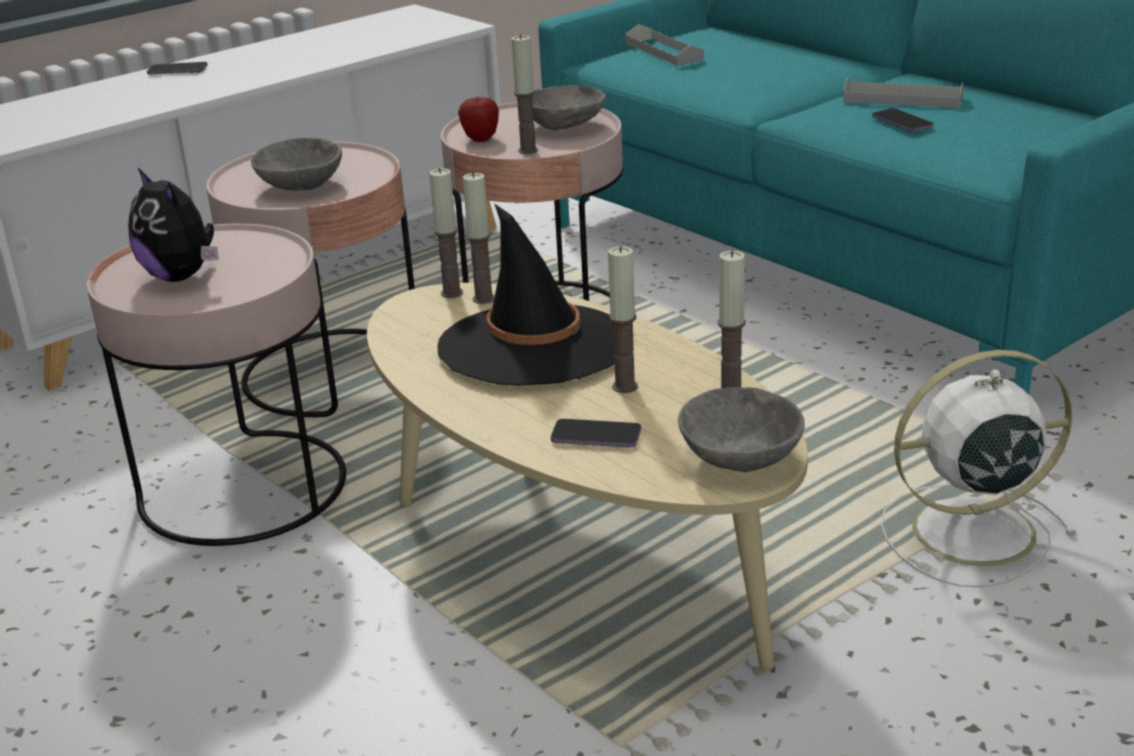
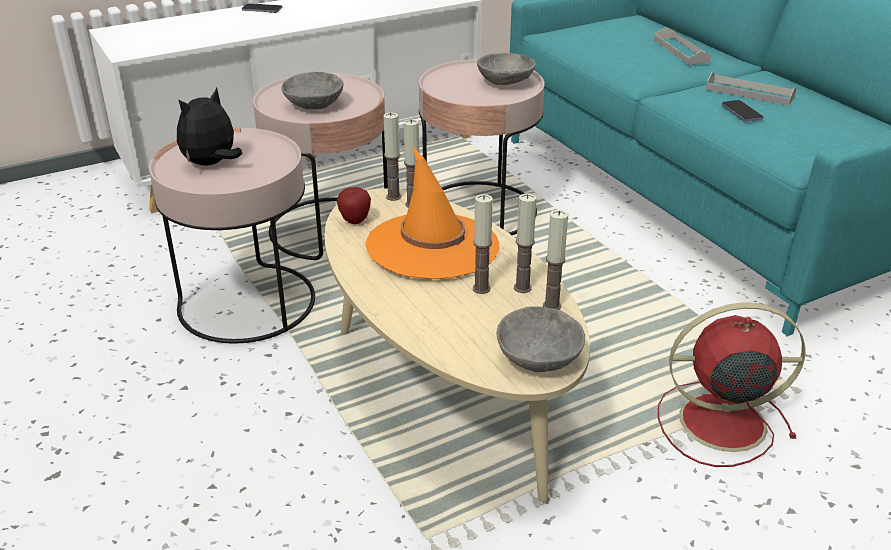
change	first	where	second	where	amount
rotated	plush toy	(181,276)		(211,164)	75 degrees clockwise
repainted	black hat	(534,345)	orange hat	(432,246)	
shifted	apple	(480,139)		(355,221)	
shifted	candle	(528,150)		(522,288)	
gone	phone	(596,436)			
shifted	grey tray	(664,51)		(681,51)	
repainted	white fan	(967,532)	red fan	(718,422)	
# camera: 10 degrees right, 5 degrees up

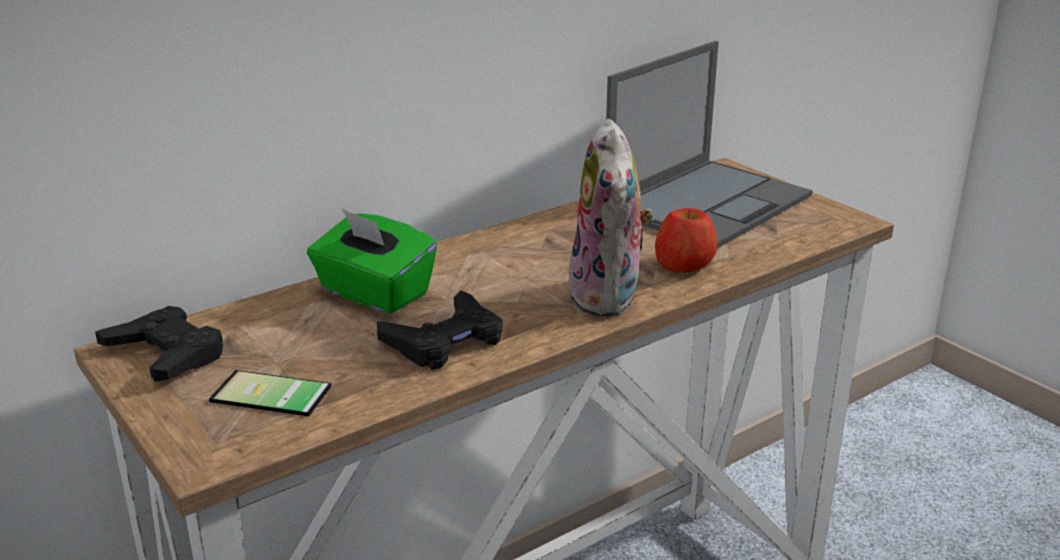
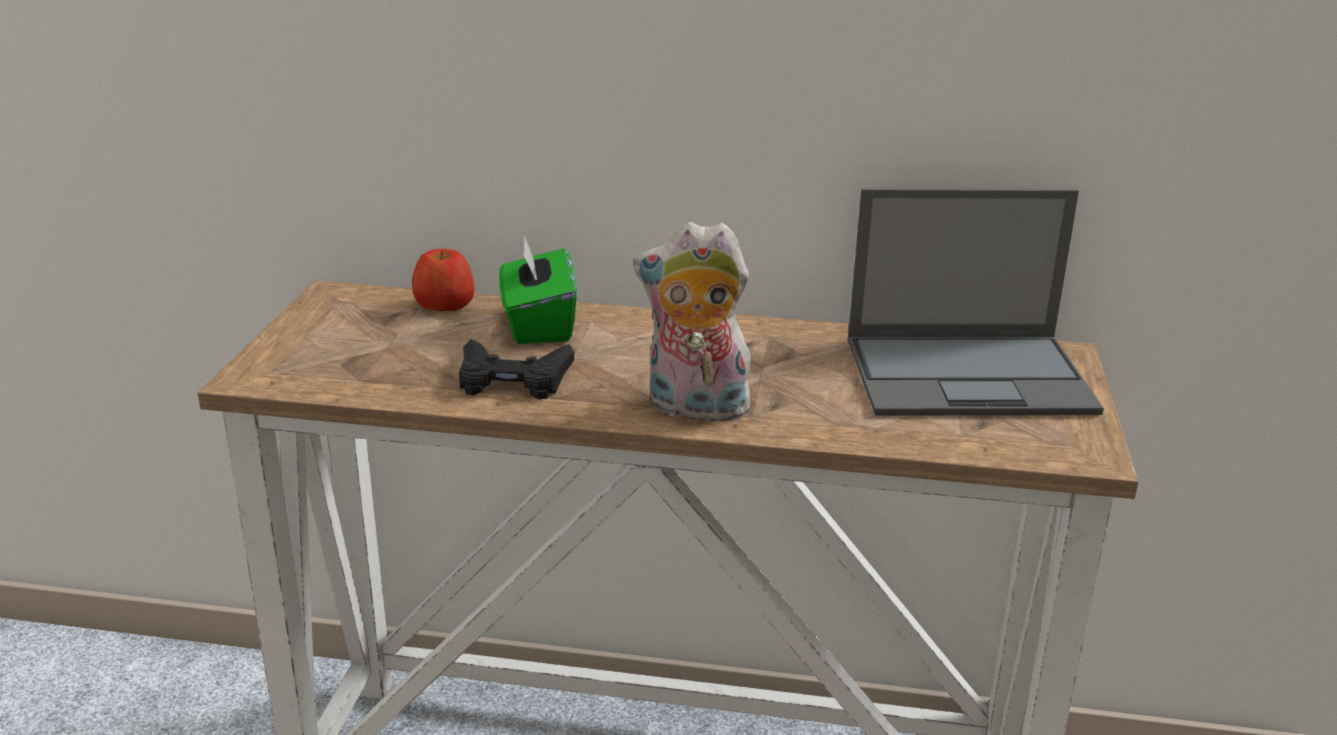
change	first	where	second	where	amount
gone	black game controller	(166,354)			
gone	phone	(268,397)			
rotated	plush toy	(609,298)		(694,409)	60 degrees clockwise
shifted	apple	(684,265)		(444,305)	
# camera: 45 degrees right, 0 degrees up

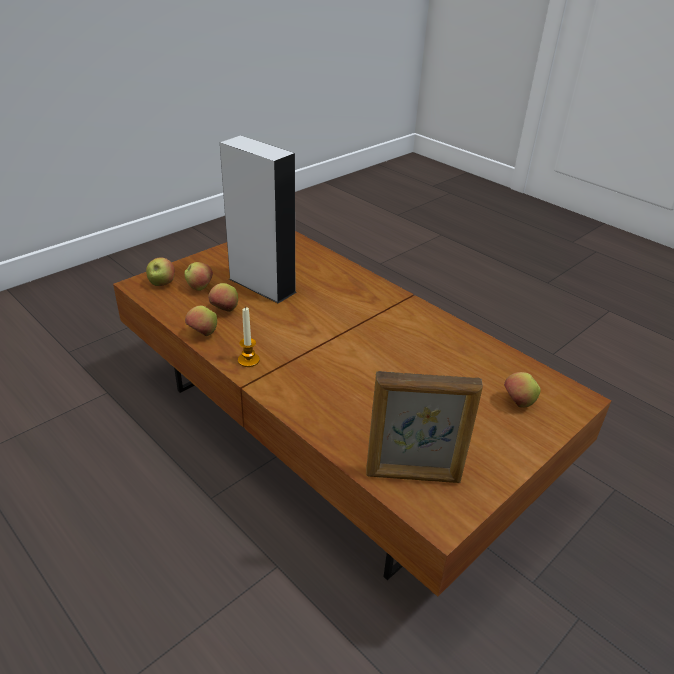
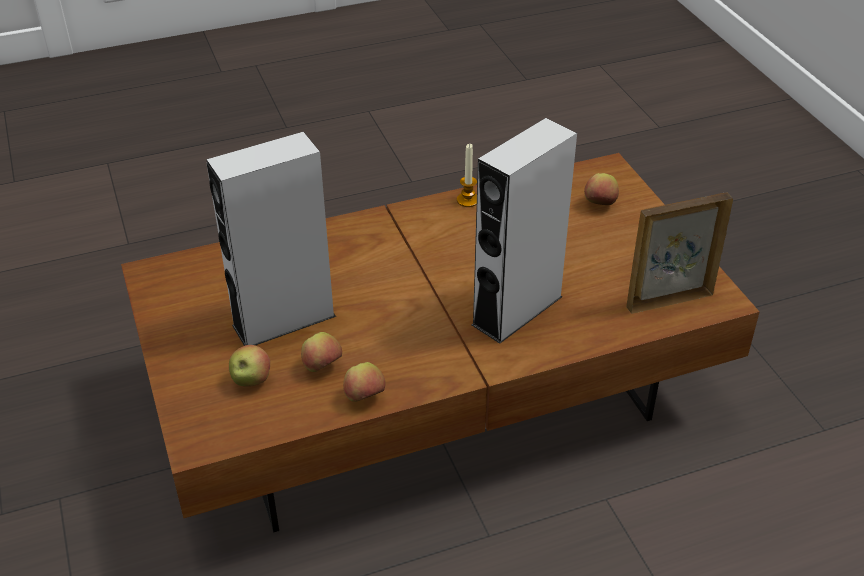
change	first	where	second	where	amount
gone	apple	(161,284)			
shifted	candle	(248,360)		(468,200)	
rotated	picture frame	(413,476)		(668,300)	135 degrees counterclockwise
new			grey speaker	(517,310)	
# camera: 65 degrees left, 5 degrees up

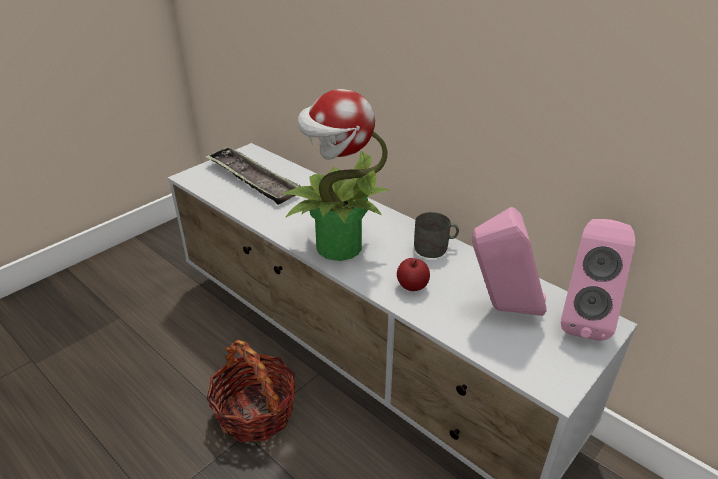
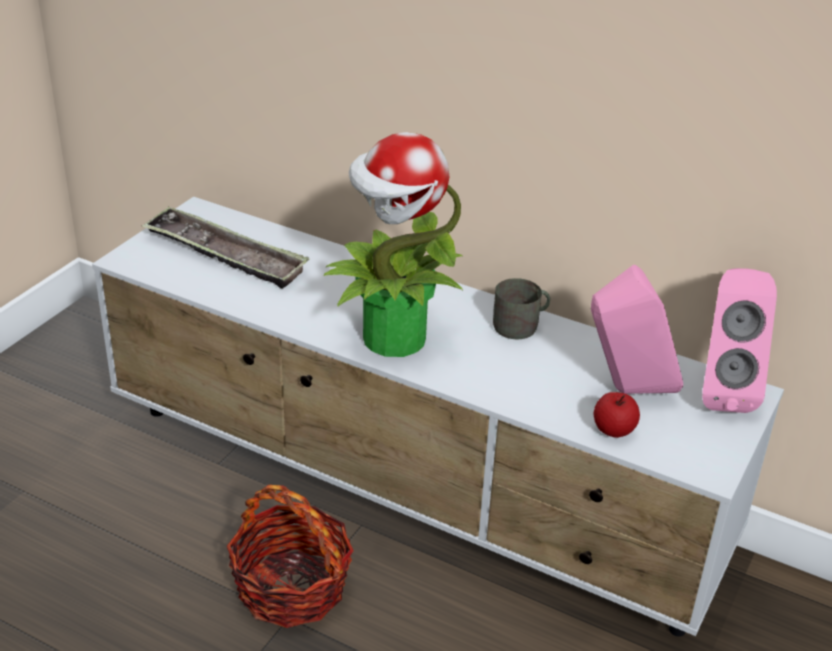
change	first	where	second	where	amount
shifted	apple	(412,286)		(613,430)	
# camera: 15 degrees left, 0 degrees up

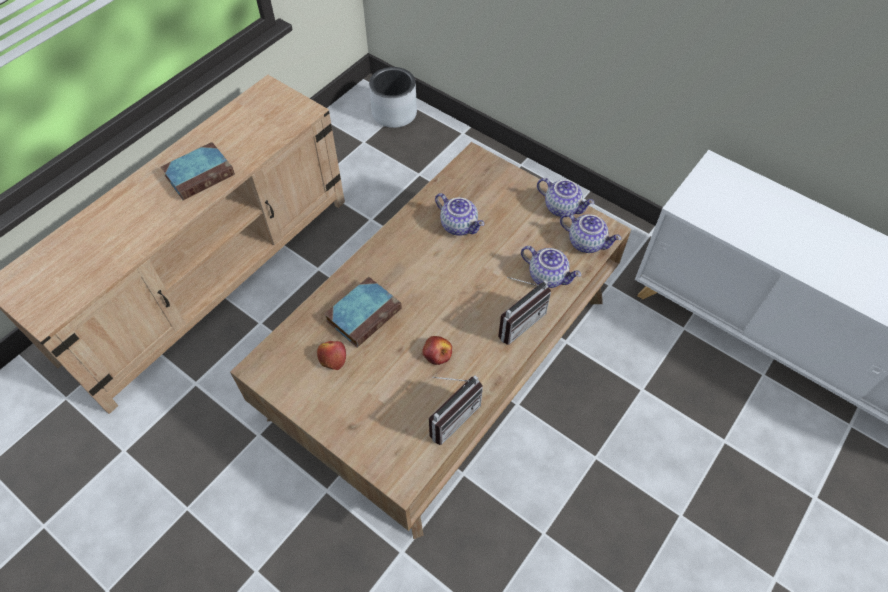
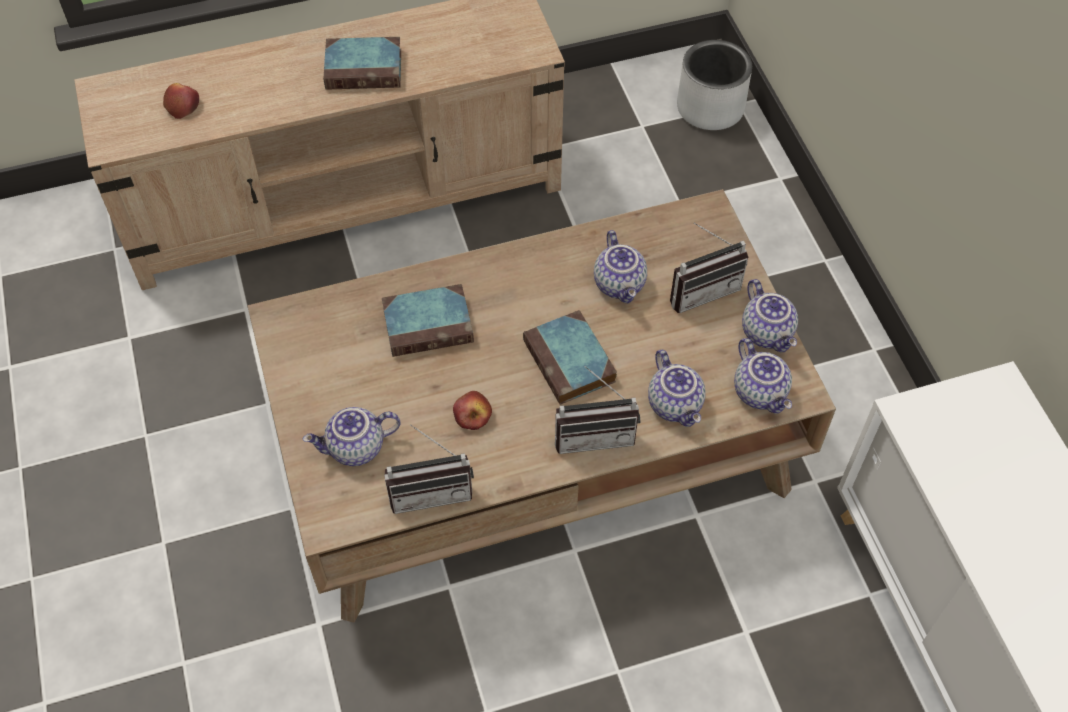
change	first	where	second	where	amount
shifted	apple	(332,357)		(182,105)	
new			teapot	(356,449)	
new			book	(571,363)	
new			radio	(701,289)	
# camera: 35 degrees right, 0 degrees up

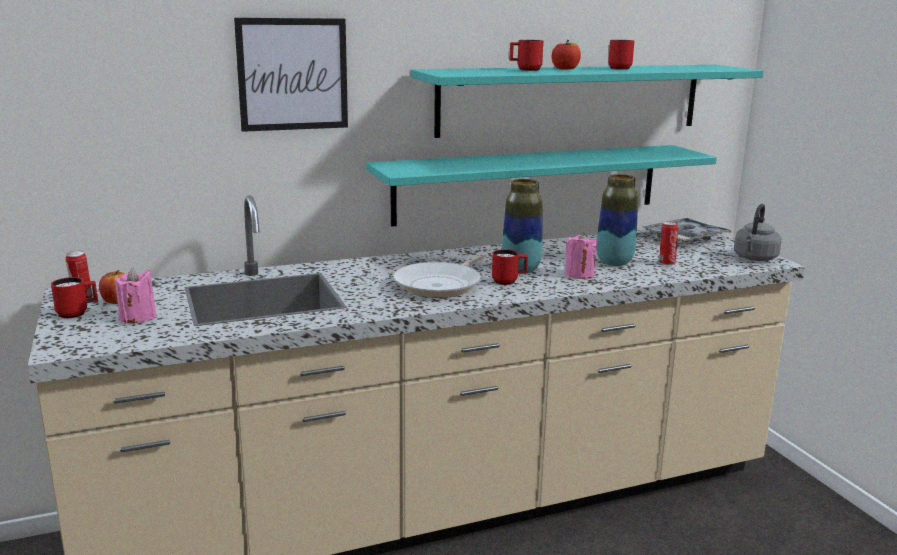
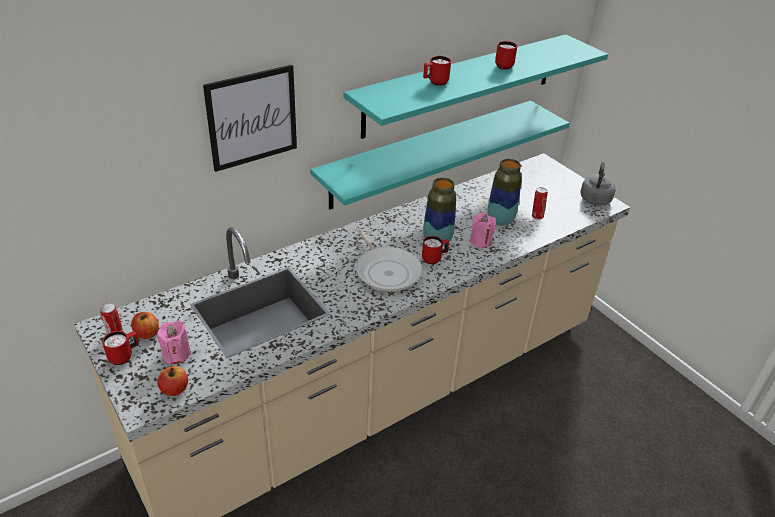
change	first	where	second	where	amount
rotated	frying pan	(441,285)		(386,271)	45 degrees counterclockwise
shifted	apple	(565,69)		(174,389)	
gone	tray	(685,238)			
# camera: 15 degrees left, 20 degrees up

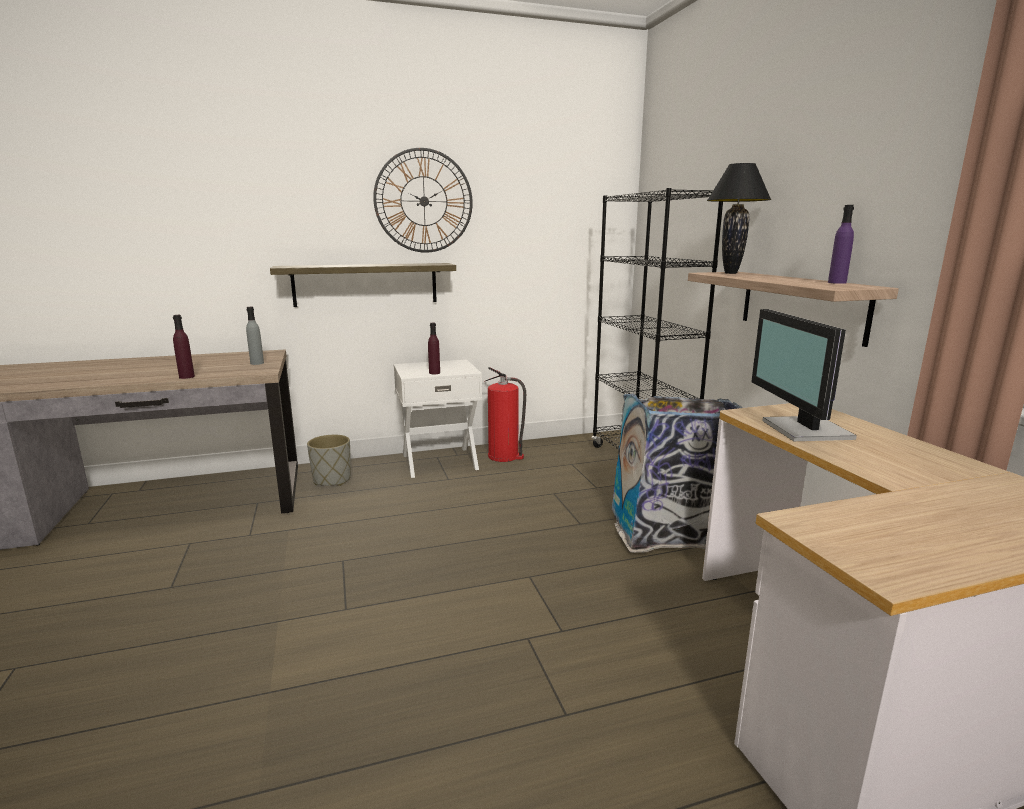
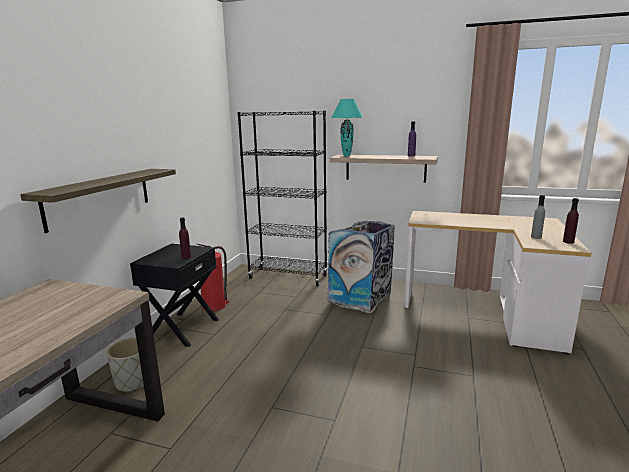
change	first	where	second	where	amount
shifted	purple bottle	(186,377)		(568,242)	
shifted	grey bottle	(257,363)		(536,237)	
gone	wall clock	(424,201)			
repainted	white nightstand	(439,461)	black nightstand	(182,328)	
repainted	black table lamp	(731,273)	turquoise table lamp	(347,156)	
gone	monitor	(803,430)			
# camera: 55 degrees left, 0 degrees up

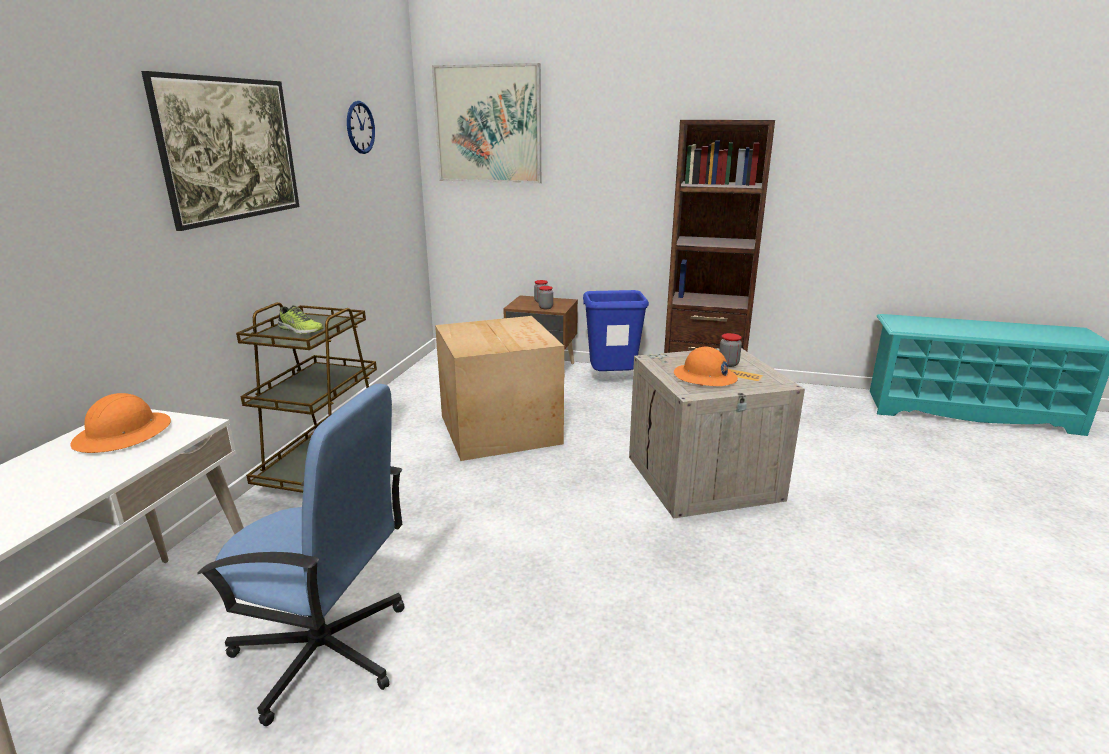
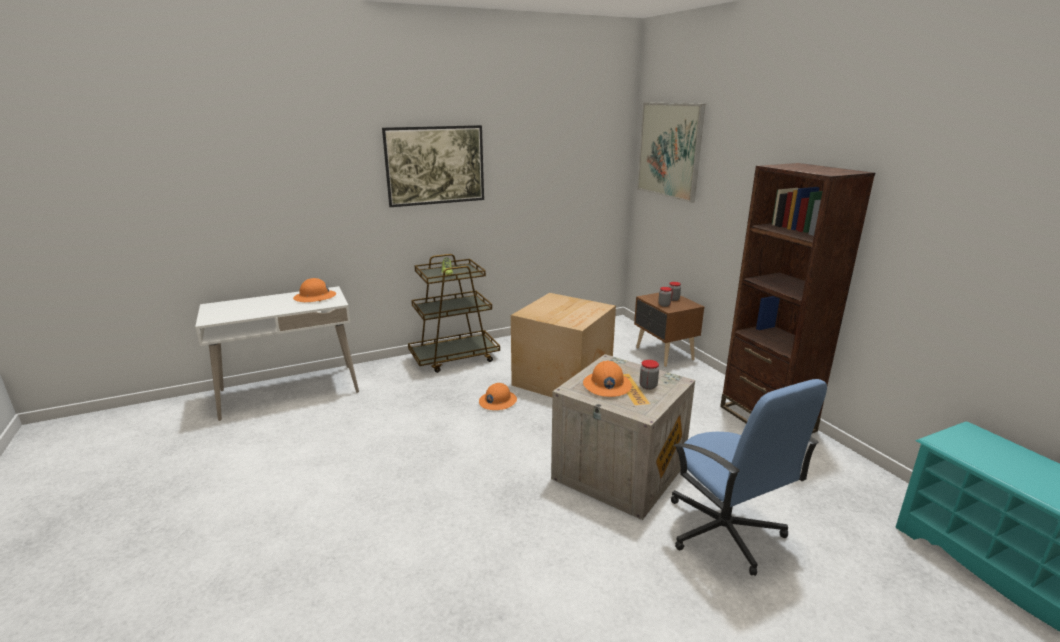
change	first	where	second	where	amount
shifted	blue office chair	(324,652)		(724,531)	
gone	wall clock	(360,127)			
gone	blue trash can	(612,380)			
new			orange hard hat	(497,401)	
# camera: 50 degrees right, 0 degrees up

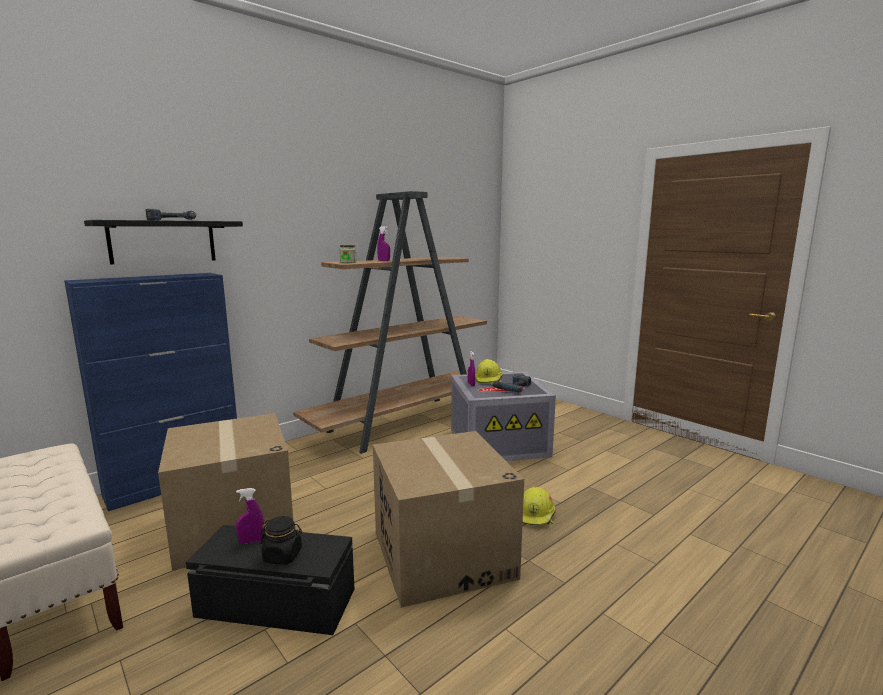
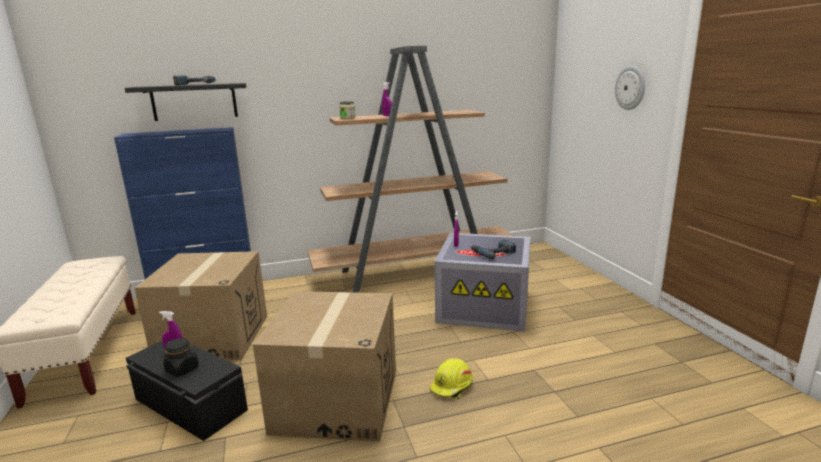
change	first	where	second	where	amount
gone	yellow hard hat	(489,379)			
new			wall clock	(630,88)	
# camera: 25 degrees right, 5 degrees up

